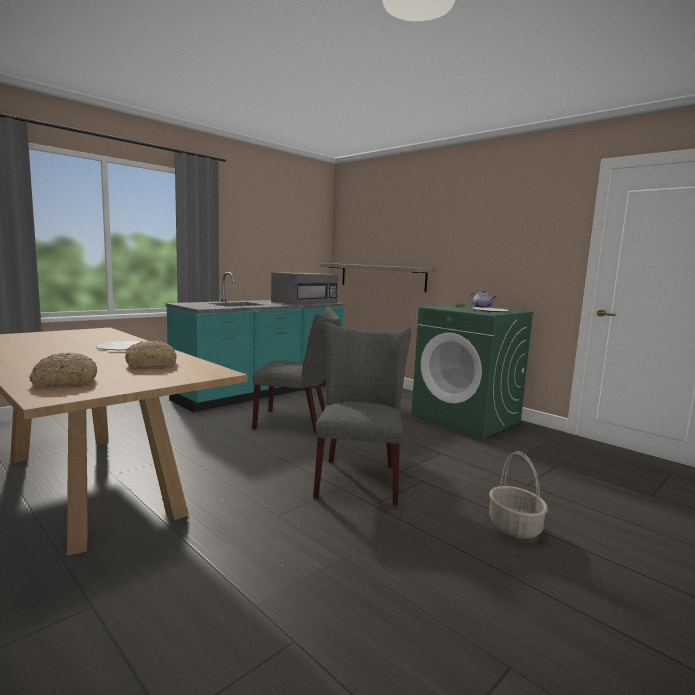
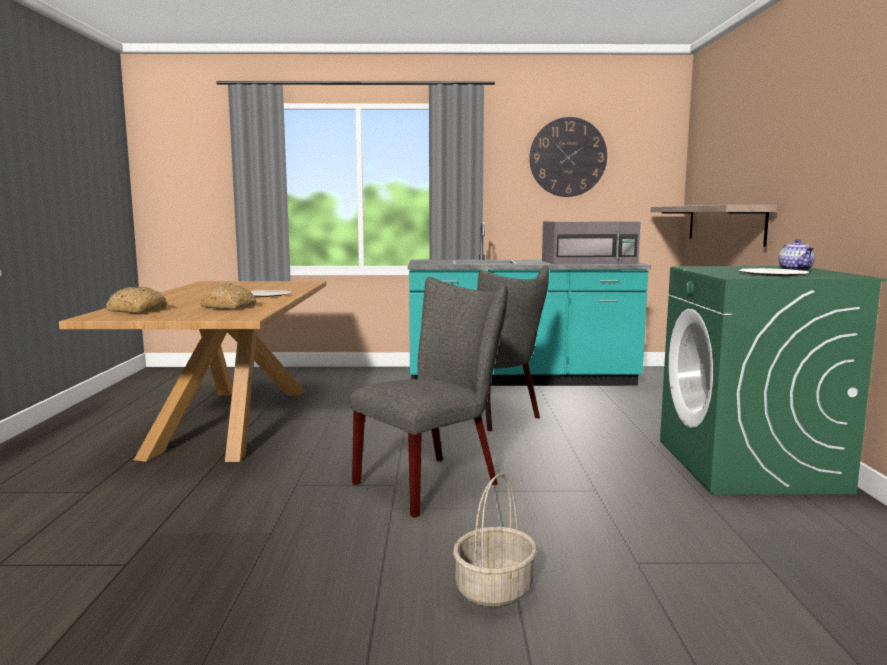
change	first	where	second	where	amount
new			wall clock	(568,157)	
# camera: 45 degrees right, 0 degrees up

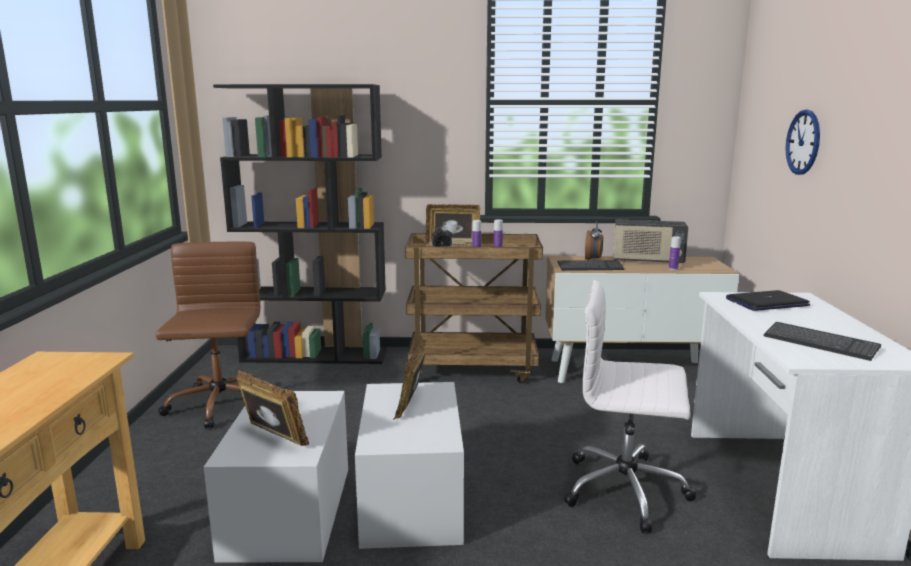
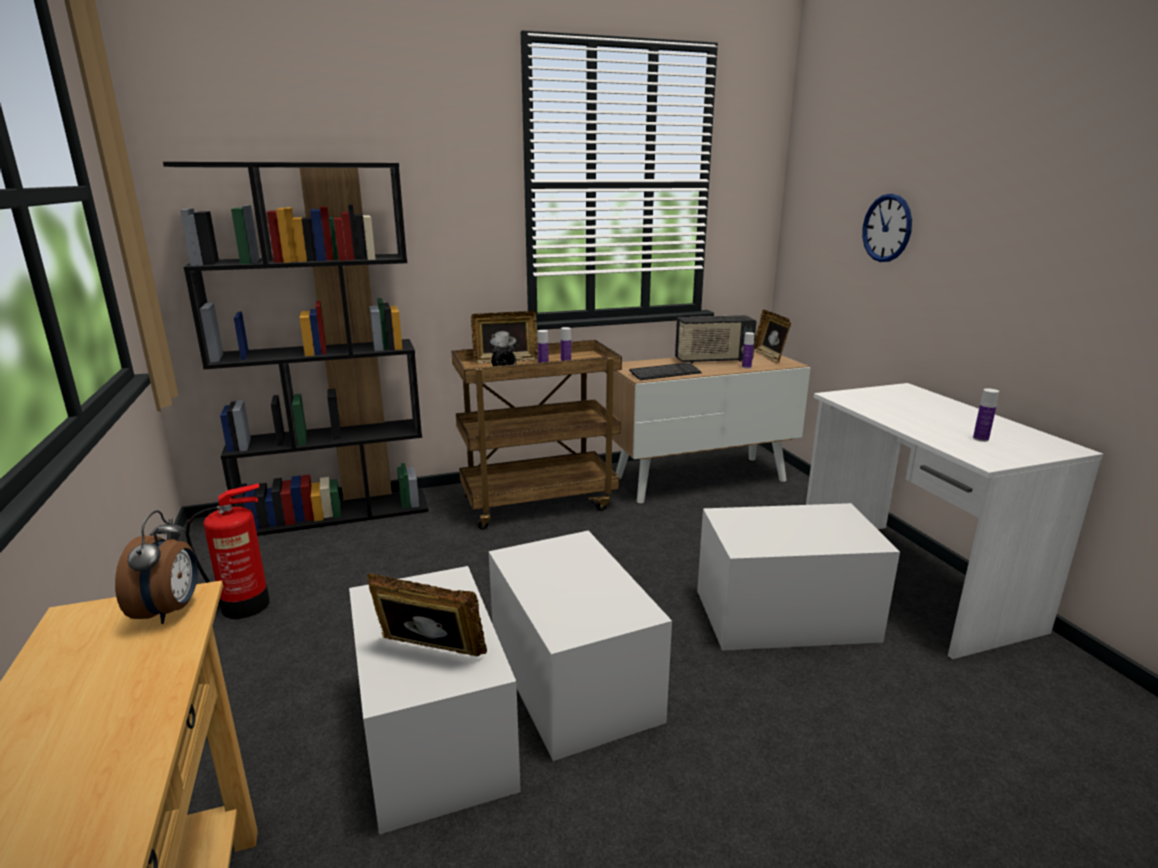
change	first	where	second	where	amount
swapped	brown office chair	(220,406)	fire extinguisher	(246,605)	
shifted	picture frame	(411,404)		(769,357)	
swapped	white office chair	(627,490)	white storage box	(784,615)	
shifted	alarm clock	(593,259)		(170,611)	
gone	laptop	(766,302)			
swapped	keyboard	(820,343)	bottle	(980,439)	
# camera: 20 degrees left, 5 degrees up

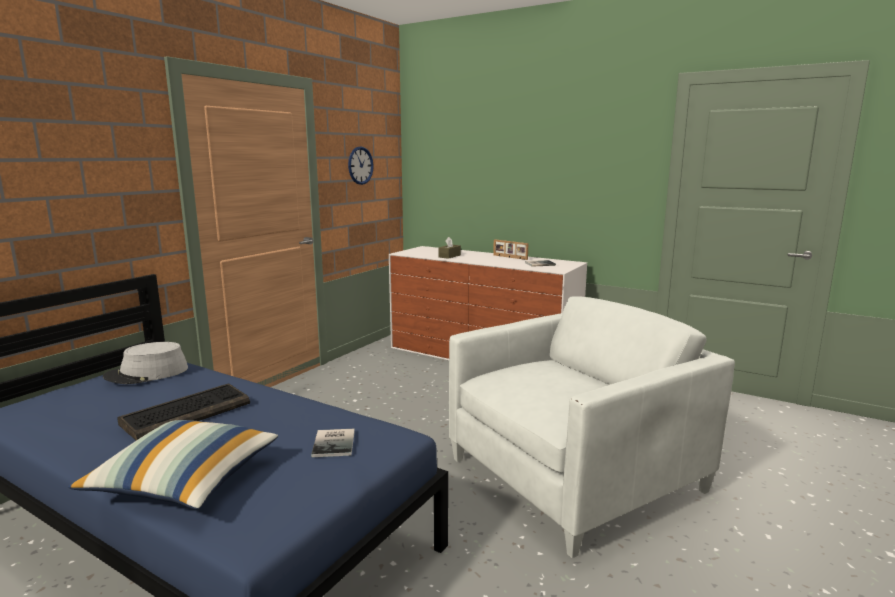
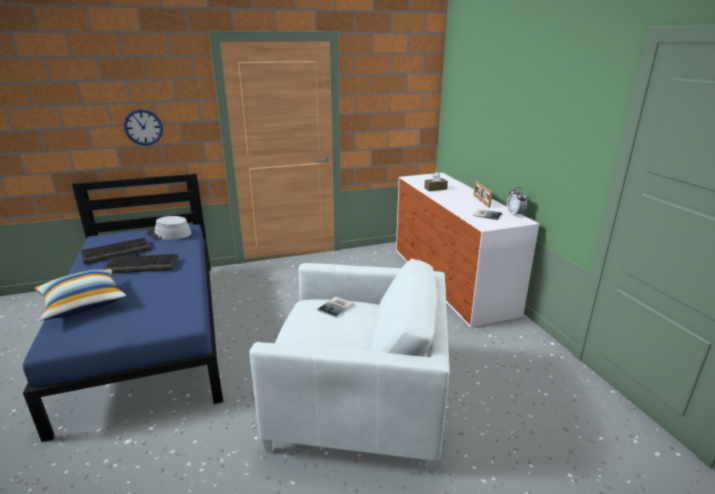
change	first	where	second	where	amount
shifted	book	(335,443)		(337,307)	
shifted	wall clock	(360,165)		(143,127)	
new			keyboard	(117,251)	
new			alarm clock	(515,214)	
# camera: 40 degrees right, 10 degrees up

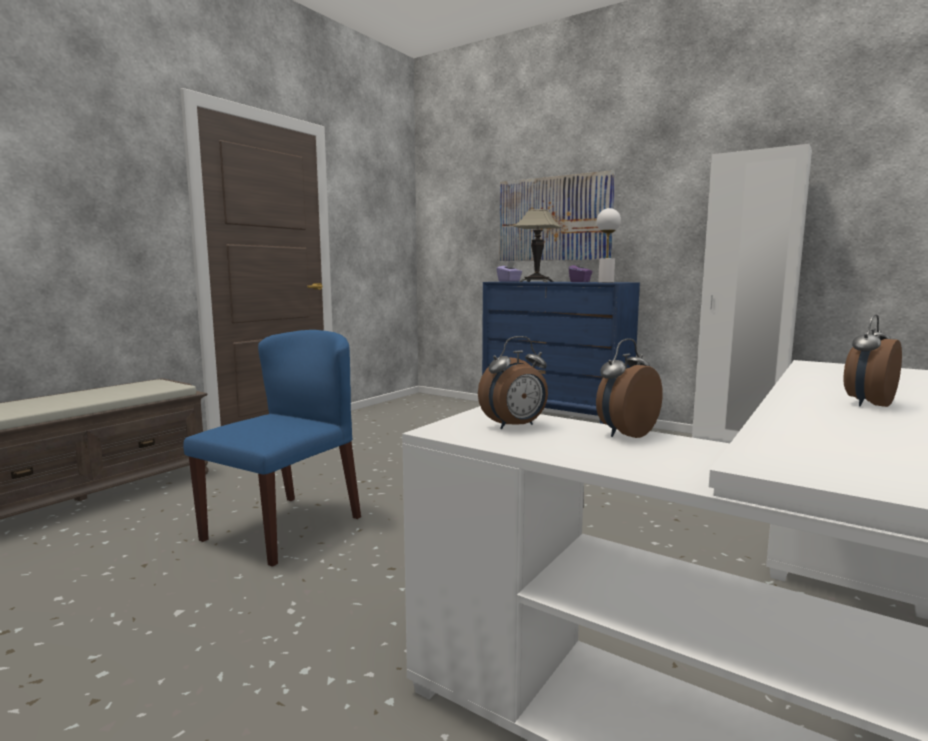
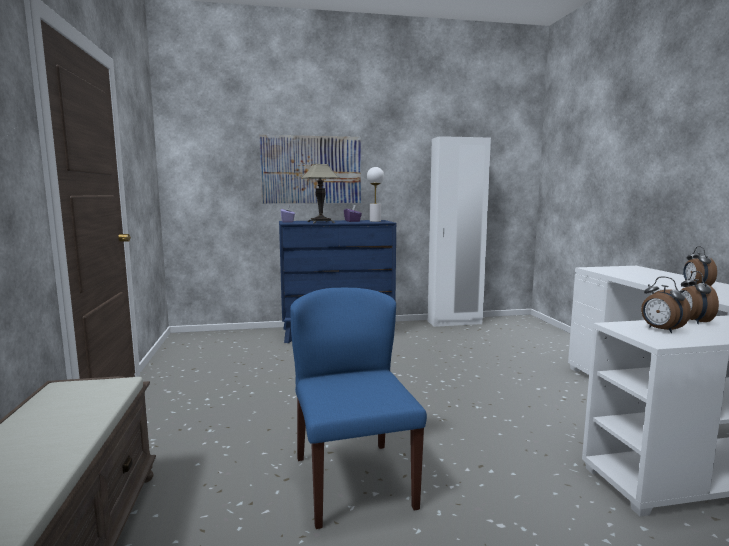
change	first	where	second	where	amount
rotated	alarm clock	(515,426)		(660,330)	135 degrees clockwise
# camera: 45 degrees left, 0 degrees up

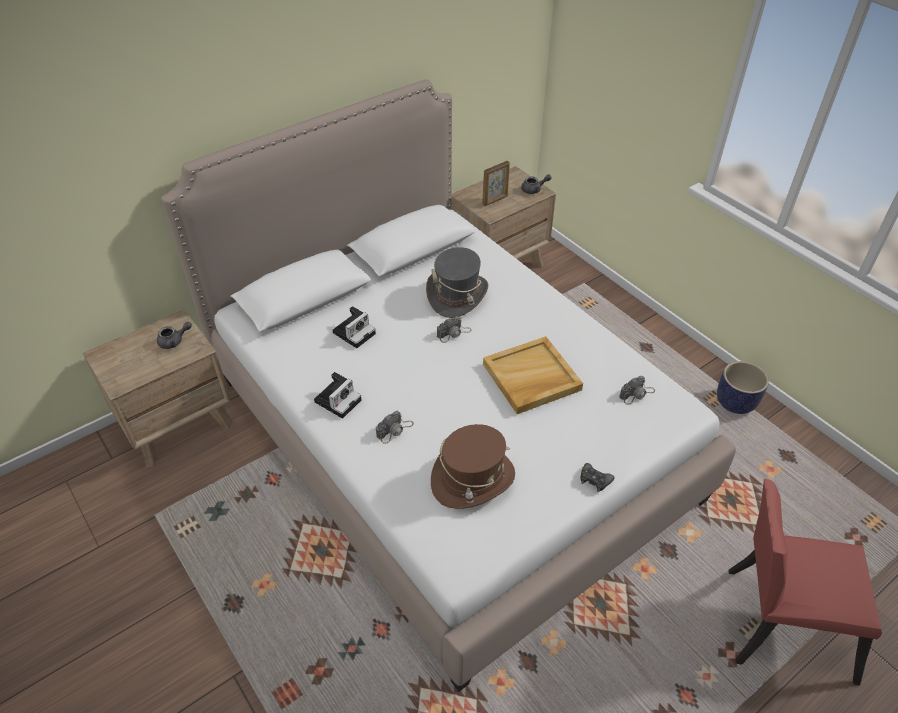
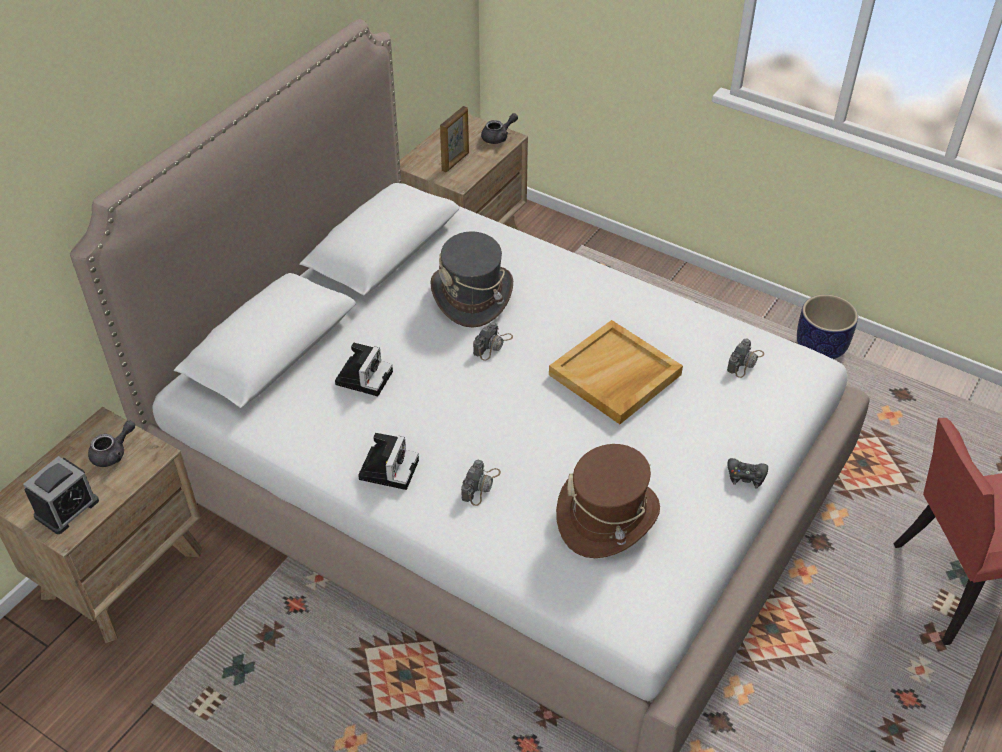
change	first	where	second	where	amount
new			alarm clock	(67,508)	
# camera: 20 degrees left, 0 degrees up

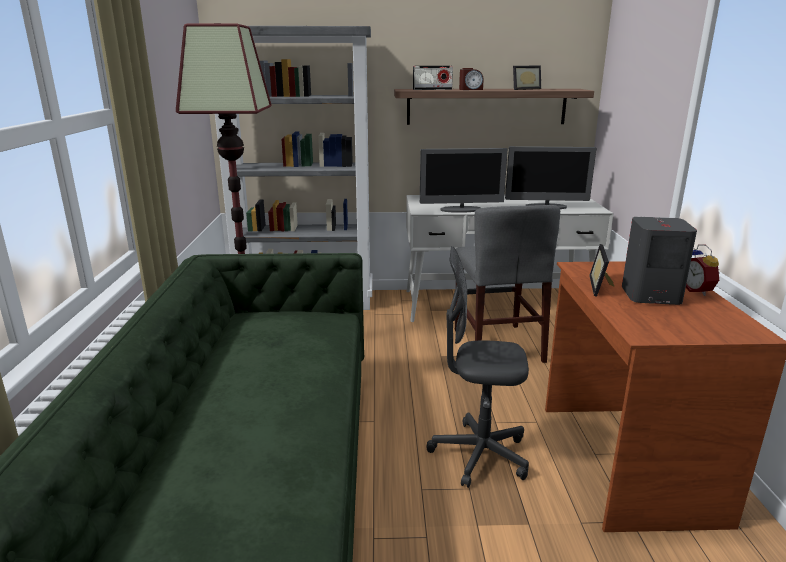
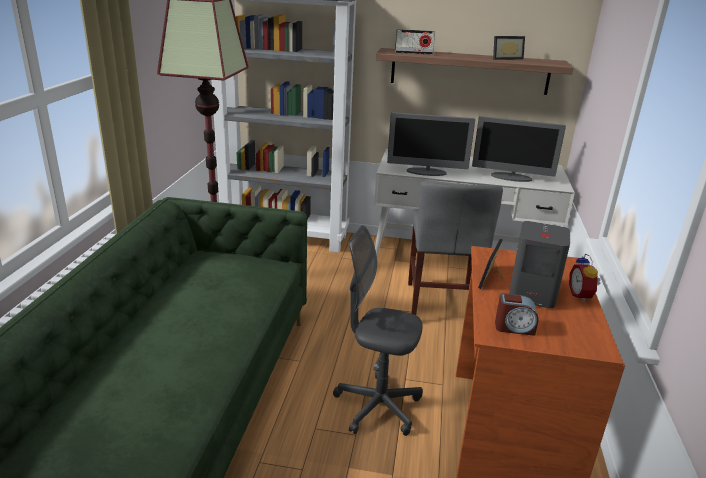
change	first	where	second	where	amount
shifted	alarm clock	(470,89)		(514,327)	
# camera: 10 degrees right, 5 degrees up

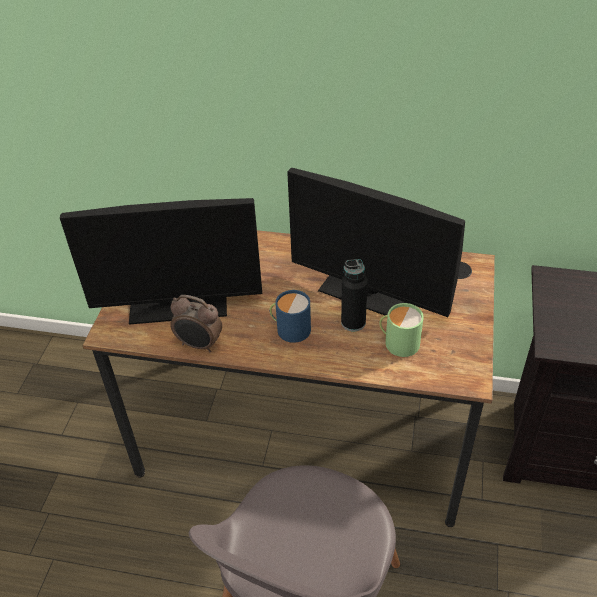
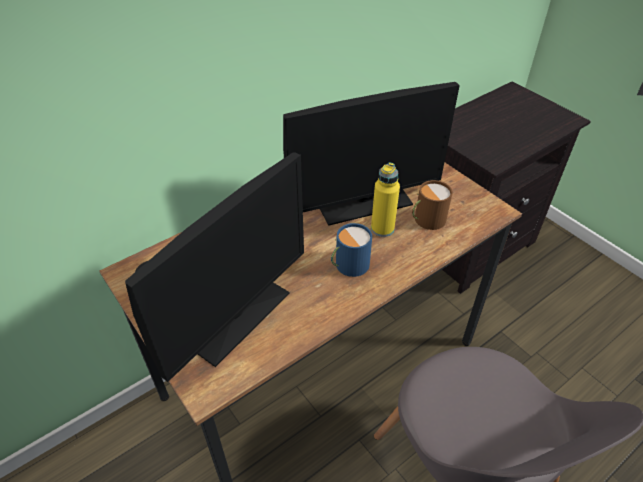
change	first	where	second	where	amount
gone	alarm clock	(199,345)			
repainted	black bottle	(353,322)	yellow bottle	(382,228)	
repainted	green mug	(398,342)	brown mug	(426,219)	
# camera: 50 degrees left, 0 degrees up

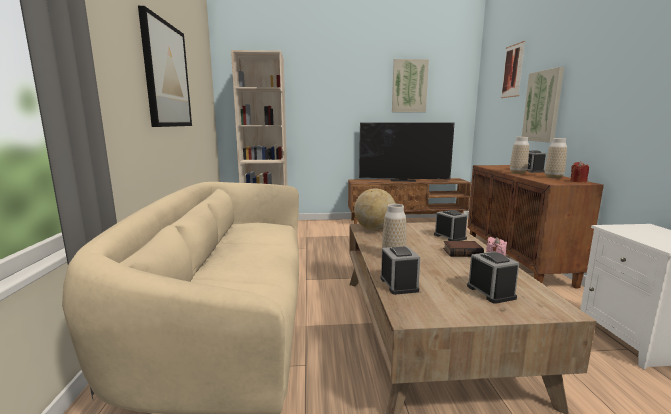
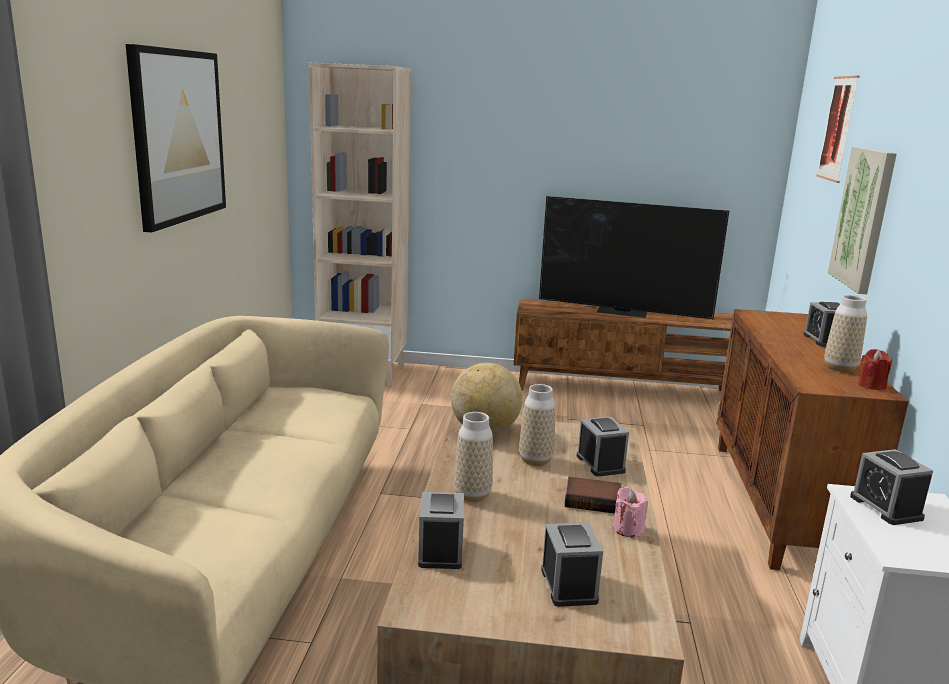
change	first	where	second	where	amount
gone	picture	(409,86)			
shifted	vase	(517,173)		(535,460)	
new			alarm clock	(886,507)	
# camera: 10 degrees right, 5 degrees up

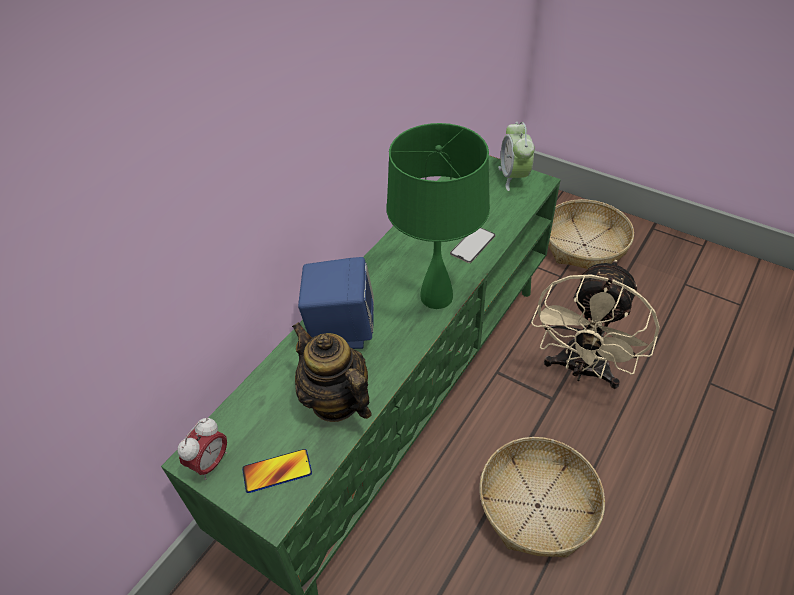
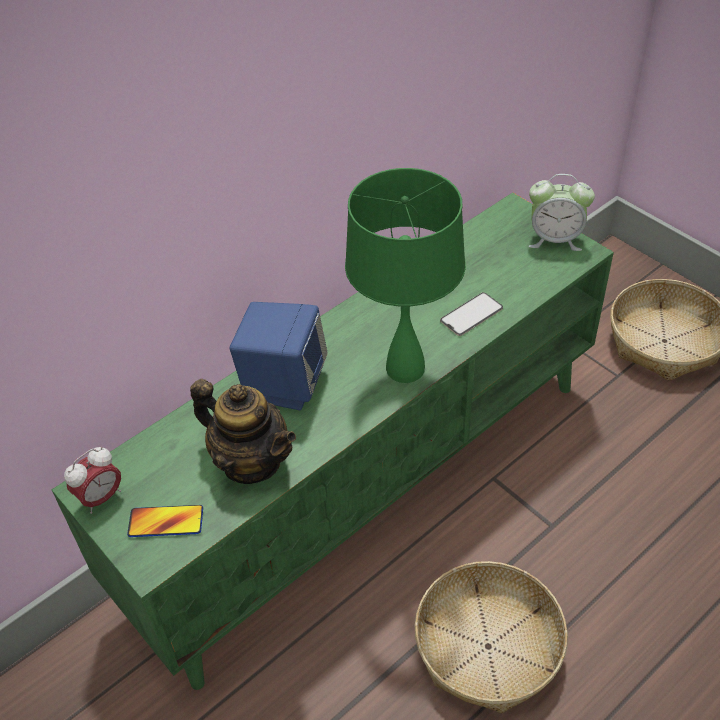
change	first	where	second	where	amount
rotated	teapot	(335,401)		(251,461)	150 degrees clockwise
rotated	alarm clock	(514,177)		(555,239)	90 degrees counterclockwise
gone	beige fan	(581,370)			
# camera: 15 degrees right, 0 degrees up

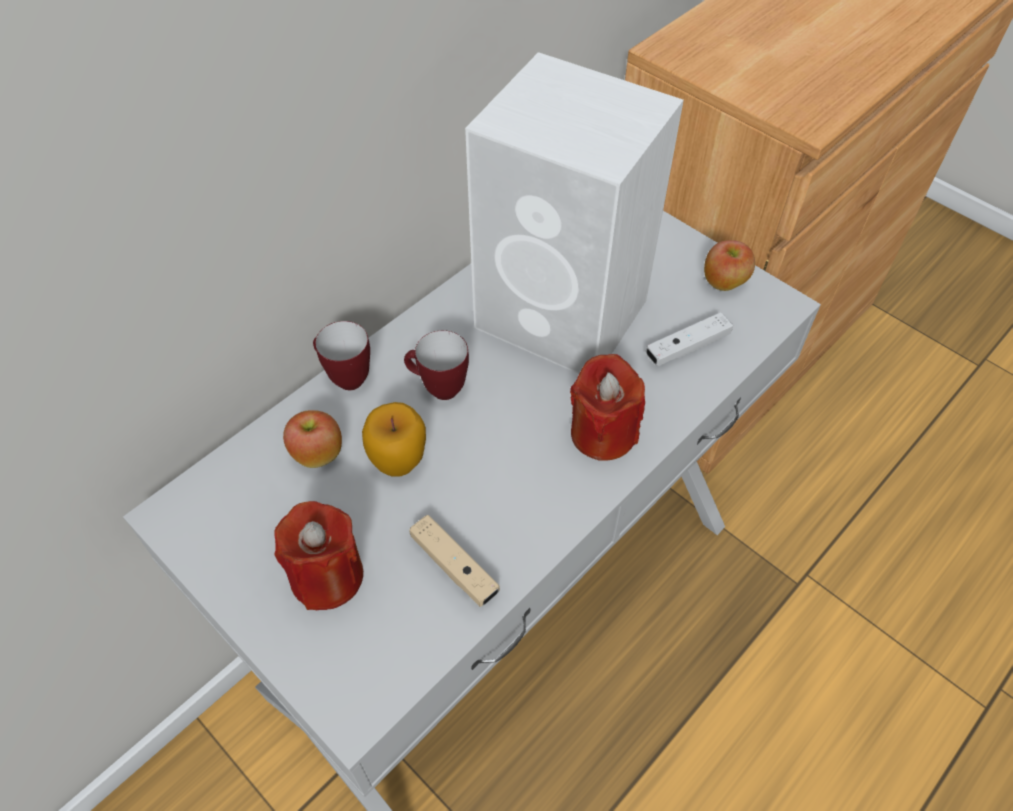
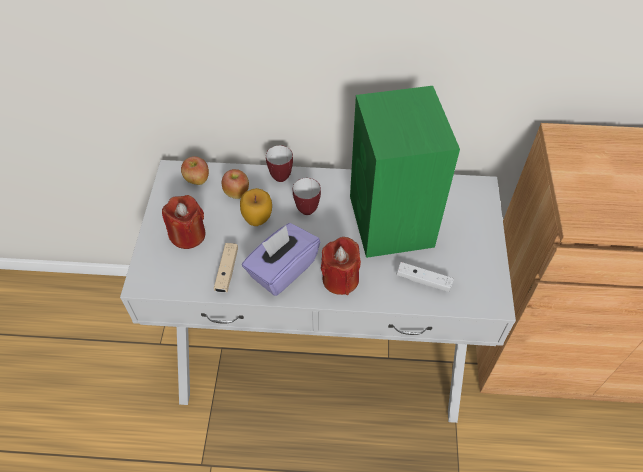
change	first	where	second	where	amount
repainted	white speaker	(565,315)	green speaker	(391,223)	
shifted	apple	(724,283)		(197,180)	
new			purple tissue box	(282,269)	
# camera: 50 degrees right, 0 degrees up

